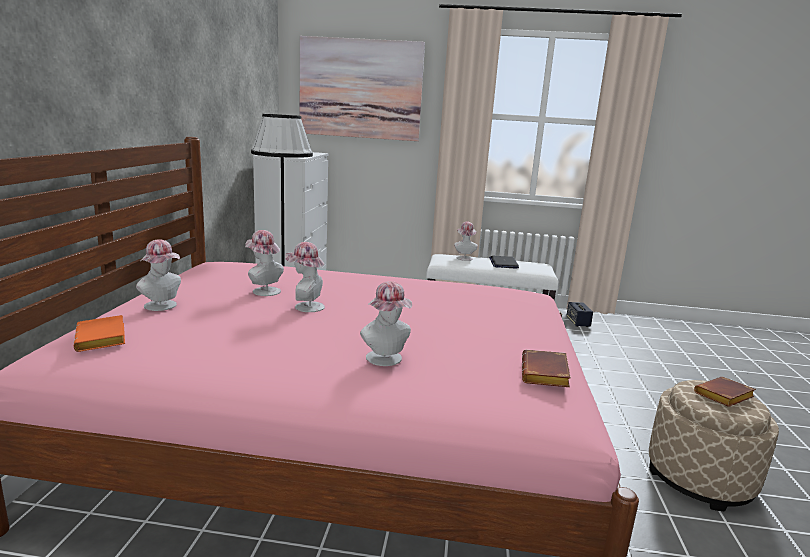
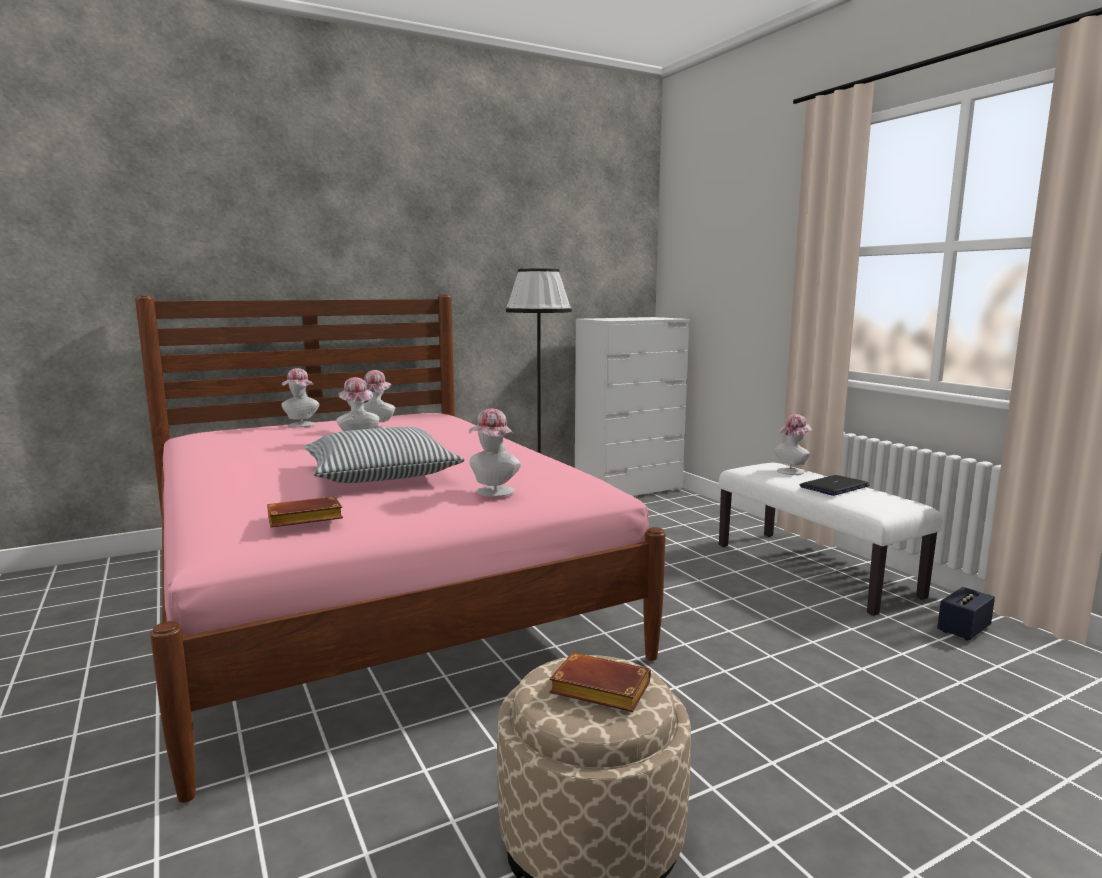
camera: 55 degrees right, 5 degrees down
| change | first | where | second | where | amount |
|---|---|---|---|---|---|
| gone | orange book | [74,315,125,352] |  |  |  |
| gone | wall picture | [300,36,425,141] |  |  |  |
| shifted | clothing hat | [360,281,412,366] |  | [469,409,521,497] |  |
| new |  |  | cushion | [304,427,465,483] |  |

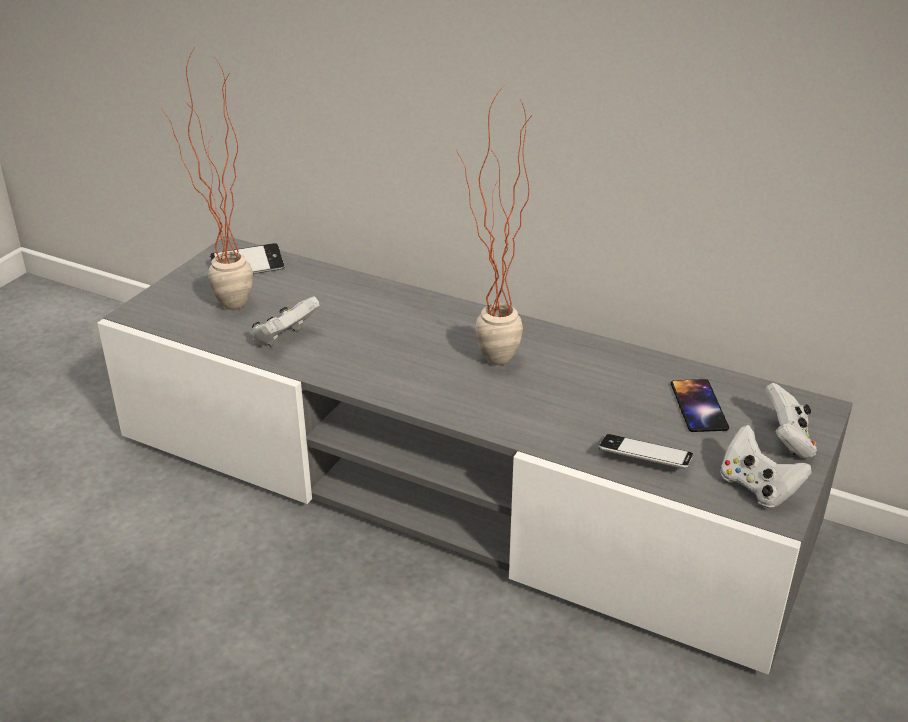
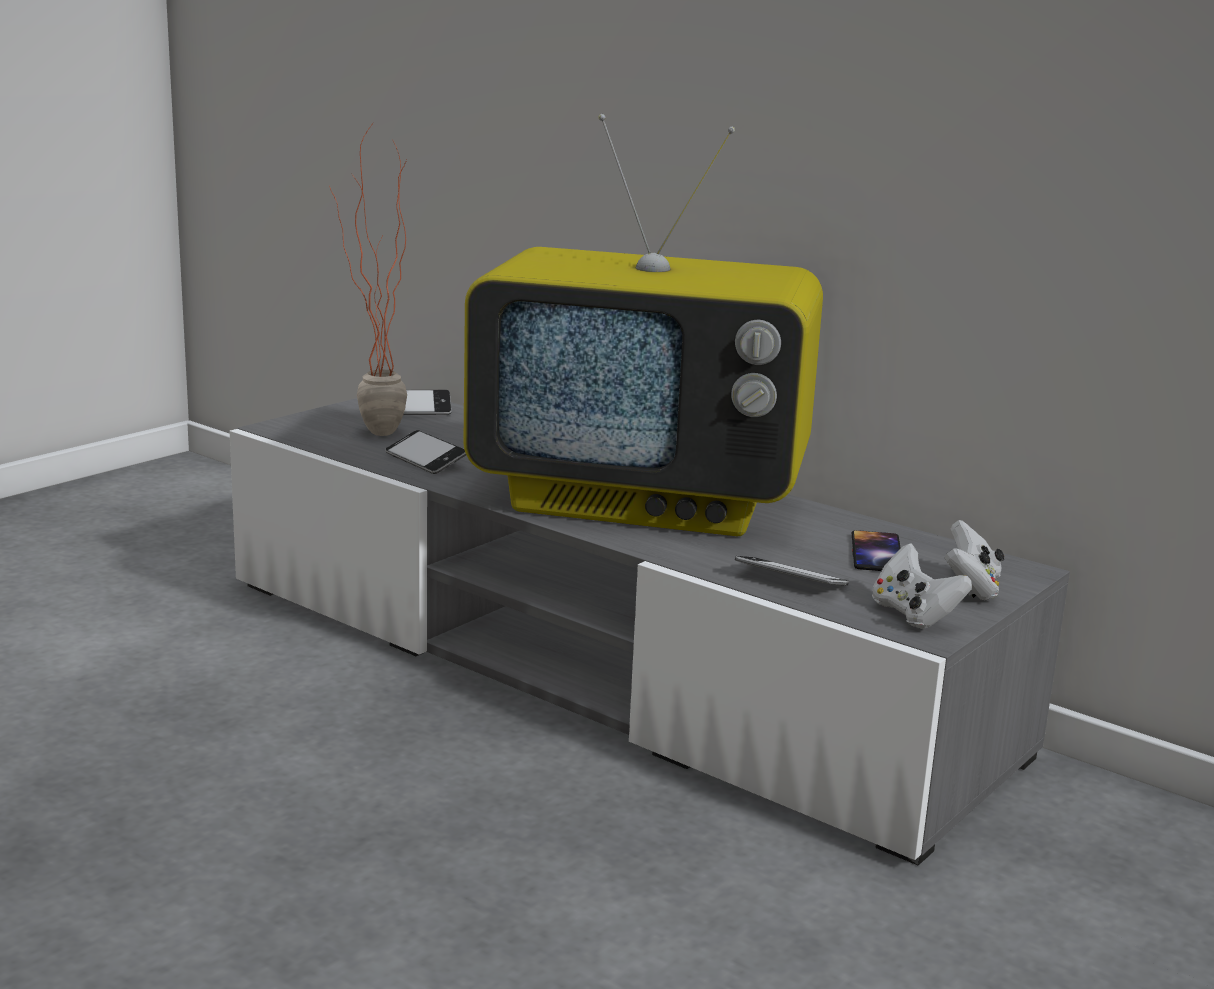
camera: 10 degrees right, 15 degrees down
| change | first | where | second | where | amount |
|---|---|---|---|---|---|
| swapped | white-coloured joypad | [252,296,320,346] | phone | [385,430,466,474] |  |
| swapped | potted plant | [457,86,531,365] | TV | [463,114,823,536] |  |

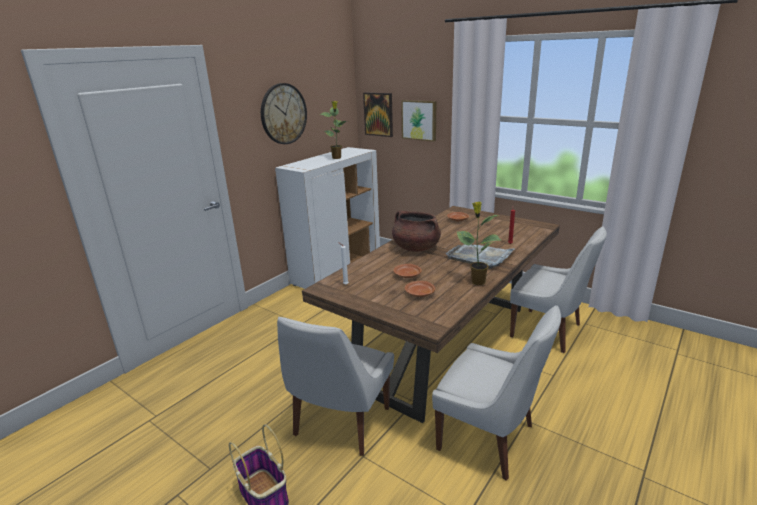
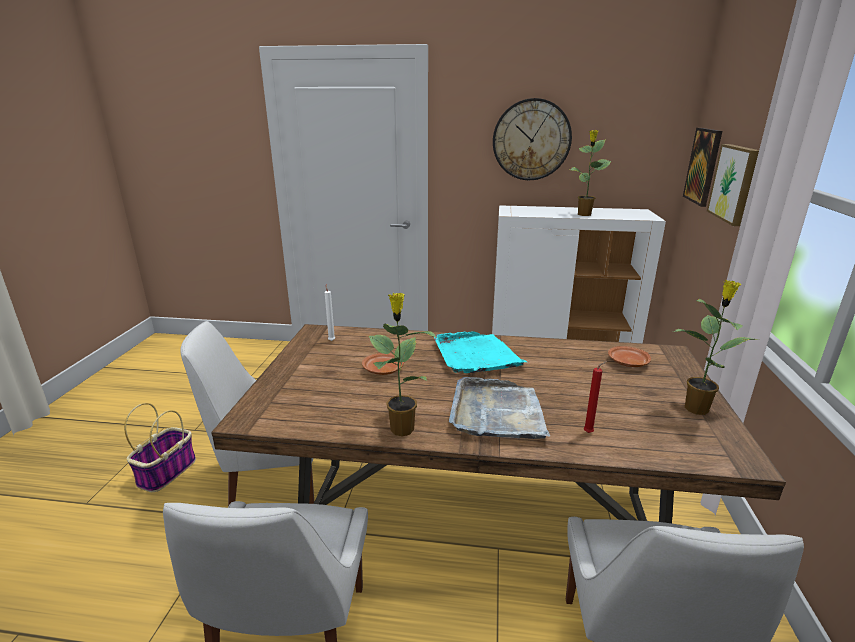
camera: 60 degrees right, 0 degrees up
| change | first | where | second | where | amount |
|---|---|---|---|---|---|
| swapped | brown-coloured stockpot | [392,211,441,252] | blue-green serving tray | [434,331,527,373] |  |
| gone | brown-coloured plate | [405,281,435,297] |  |  |  |
| new |  |  | potted plant | [673,280,760,415] |  |

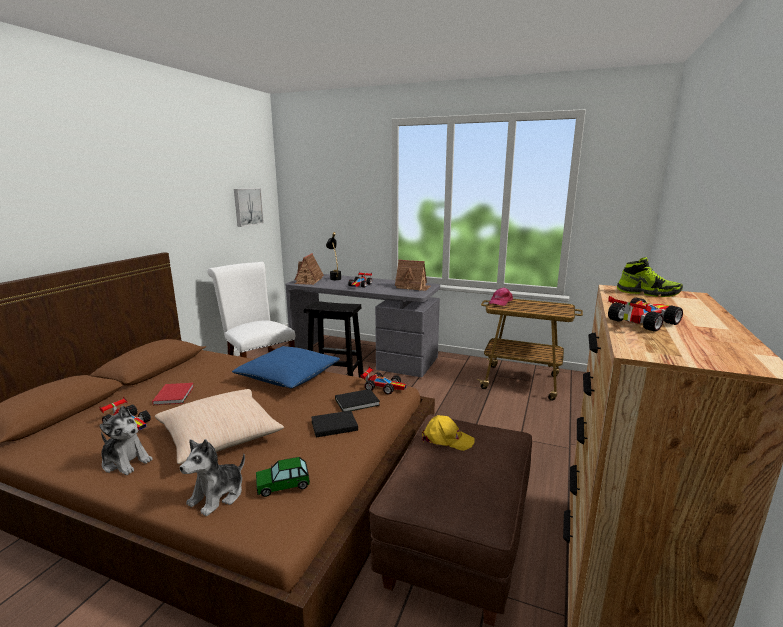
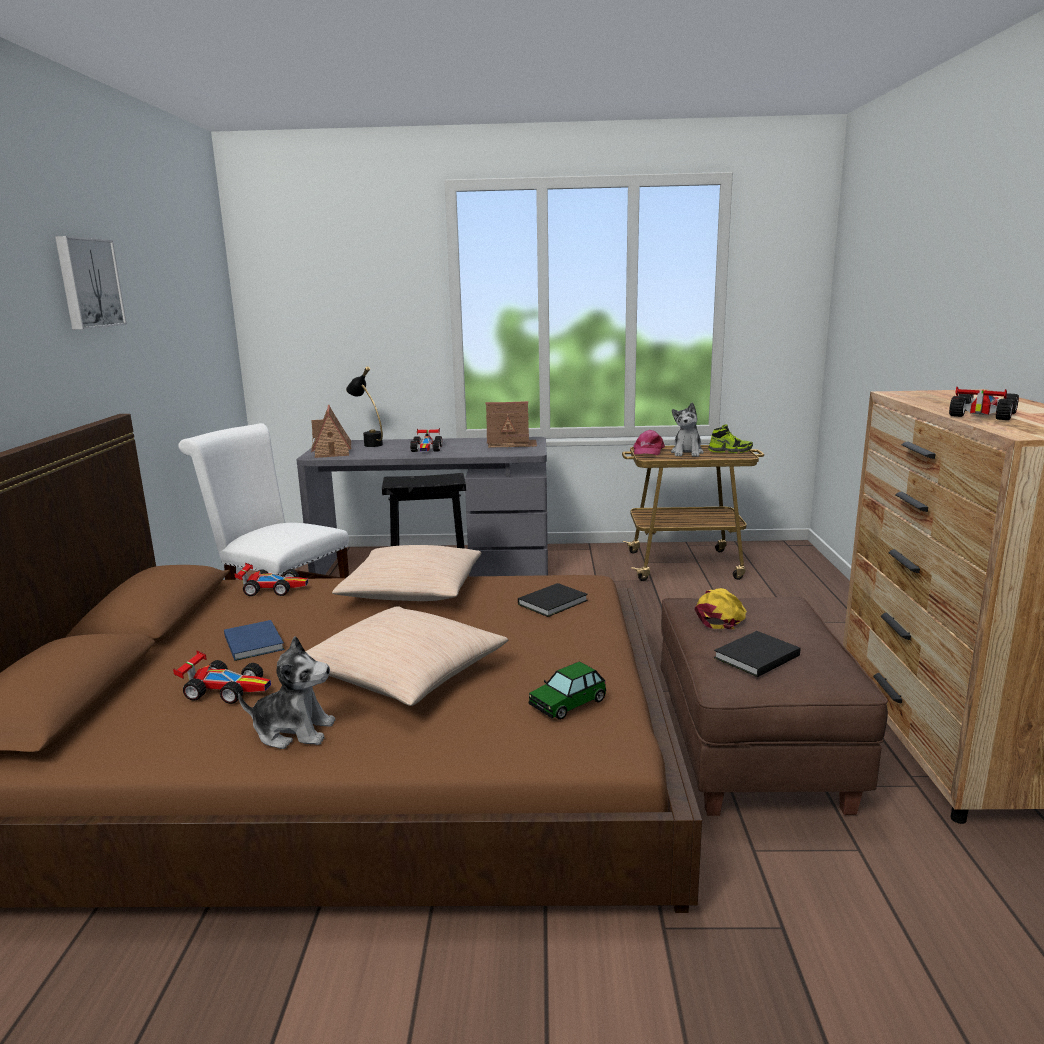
camera: 20 degrees left, 0 degrees up
| change | first | where | second | where | amount |
|---|---|---|---|---|---|
| repainted | reddish book | [152,383,194,405] | bluish book | [224,620,284,661] |  |
| shifted | cuddly toy | [180,439,245,516] |  | [671,403,704,457] |  |
| repainted | bluish cushion | [232,346,340,388] | beige cushion | [332,545,482,601] |  |
| shifted | wall picture | [234,188,264,227] |  | [55,236,127,330] |  |
| shifted | blackish book | [311,410,358,438] |  | [714,631,800,677] |  |
| shifted | miniature car | [361,367,406,394] |  | [234,563,308,596] |  |
| rotated | yellow cap | [422,415,474,451] |  | [694,588,747,629] | 60 degrees counterclockwise |
| shifted | item of footwear | [617,257,683,297] |  | [708,424,753,453] |  |

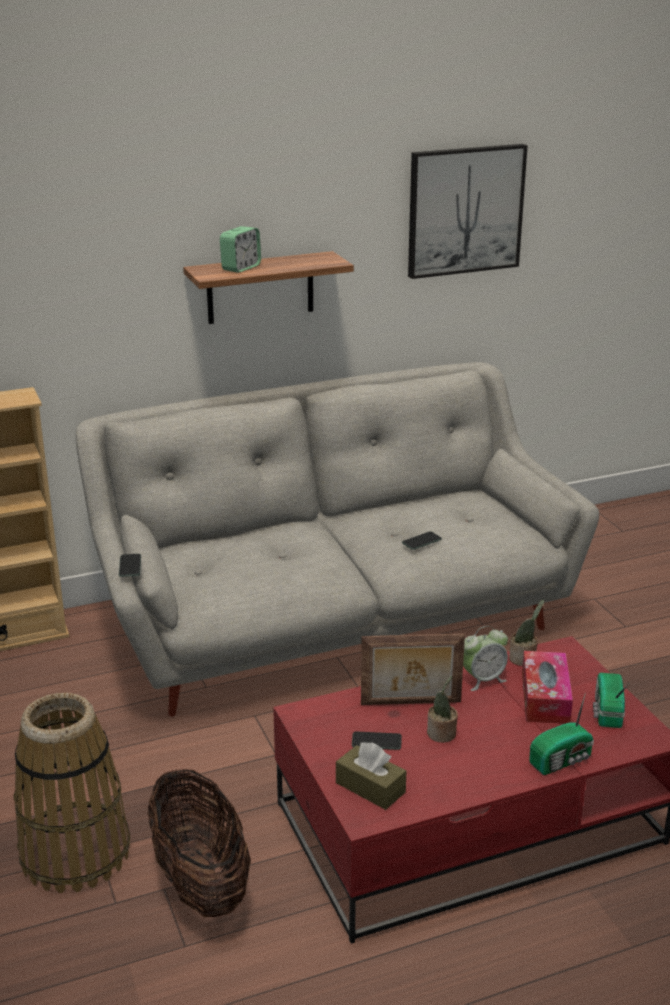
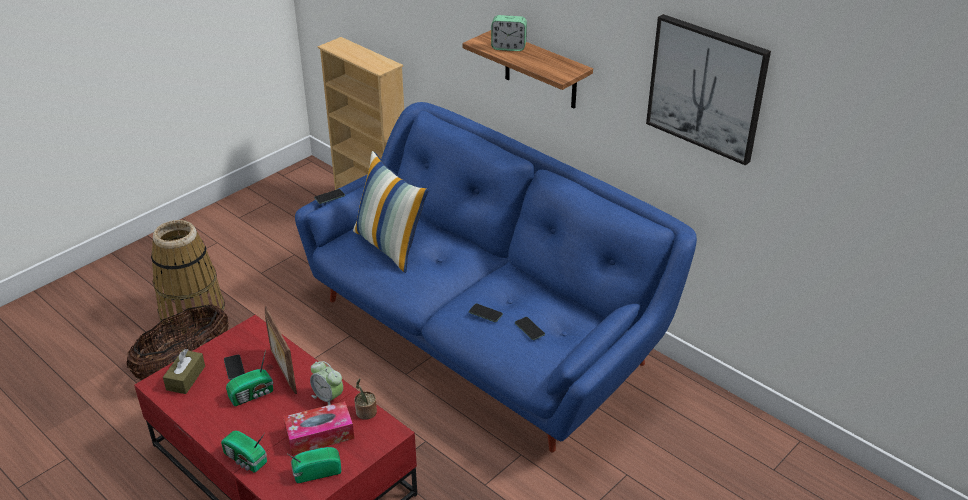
camera: 65 degrees right, 10 degrees up
| change | first | where | second | where | amount |
|---|---|---|---|---|---|
| repainted | greyish couch | [76,362,599,717] | bluish couch | [295,102,697,452] |  |
| swapped | potted plant | [427,676,458,743] | radio | [226,350,273,406] |  |
| new |  |  | cushion | [353,151,429,273] |  |
| new |  |  | phone | [515,317,545,340] |  |

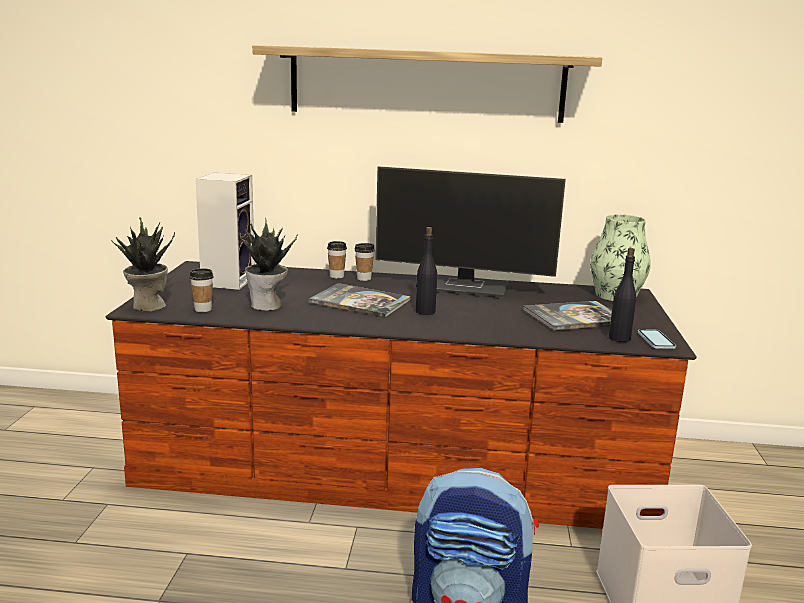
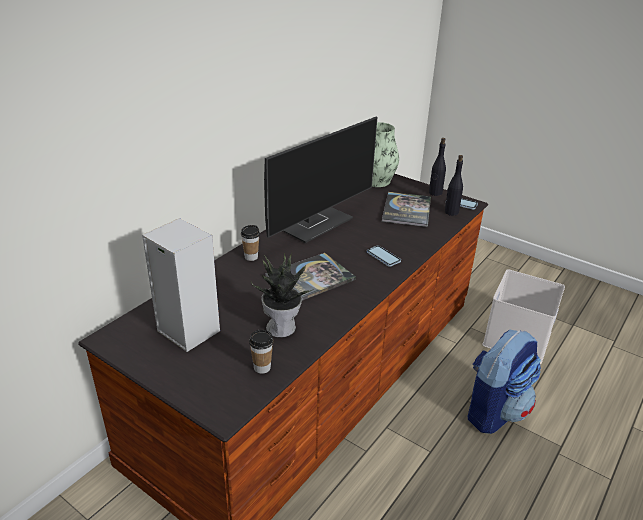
camera: 60 degrees left, 15 degrees up
| change | first | where | second | where | amount |
|---|---|---|---|---|---|
| gone | potted plant | [111,217,175,311] |  |  |  |
| gone | shelf | [252,45,602,123] |  |  |  |
| gone | cup | [327,241,347,279] |  |  |  |
| shifted | blackish bottle | [416,227,437,315] |  | [429,138,446,196] |  |
| new |  |  | phone | [367,245,401,267] |  |

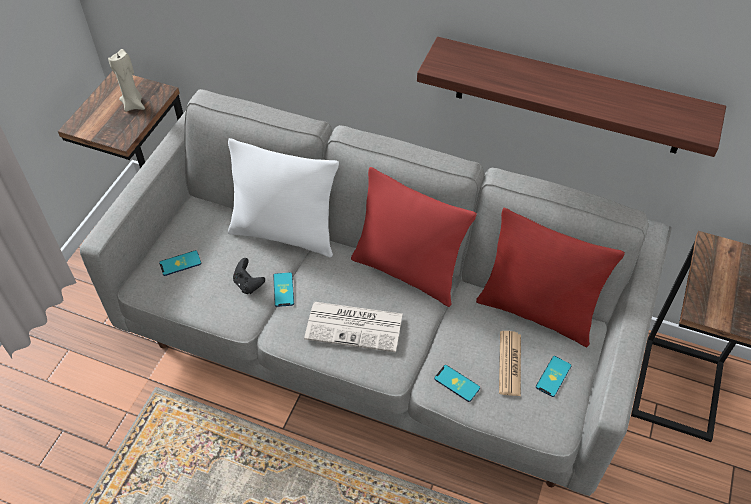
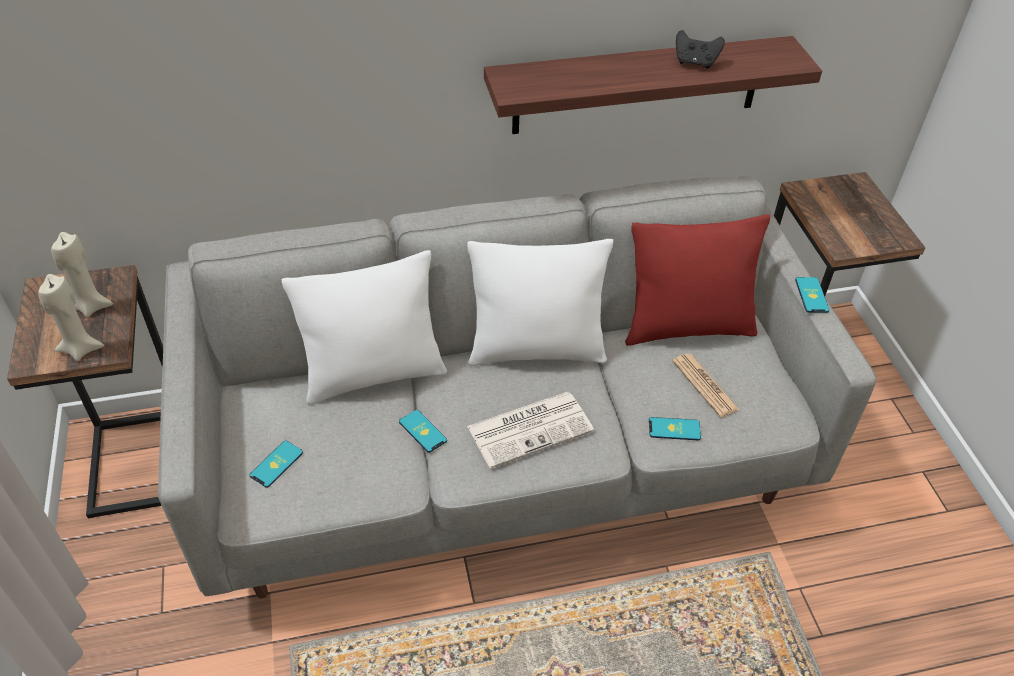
camera: 35 degrees left, 5 degrees down
| change | first | where | second | where | amount |
|---|---|---|---|---|---|
| shifted | blackish joypad | [233,258,265,294] |  | [676,30,725,69] |  |
| repainted | reddish cushion | [351,167,477,307] | white-coloured cushion | [467,239,613,366] |  |
| shifted | phone | [536,356,571,397] |  | [795,277,829,313] |  |
| new |  |  | beige wax candle | [38,274,104,361] |  |

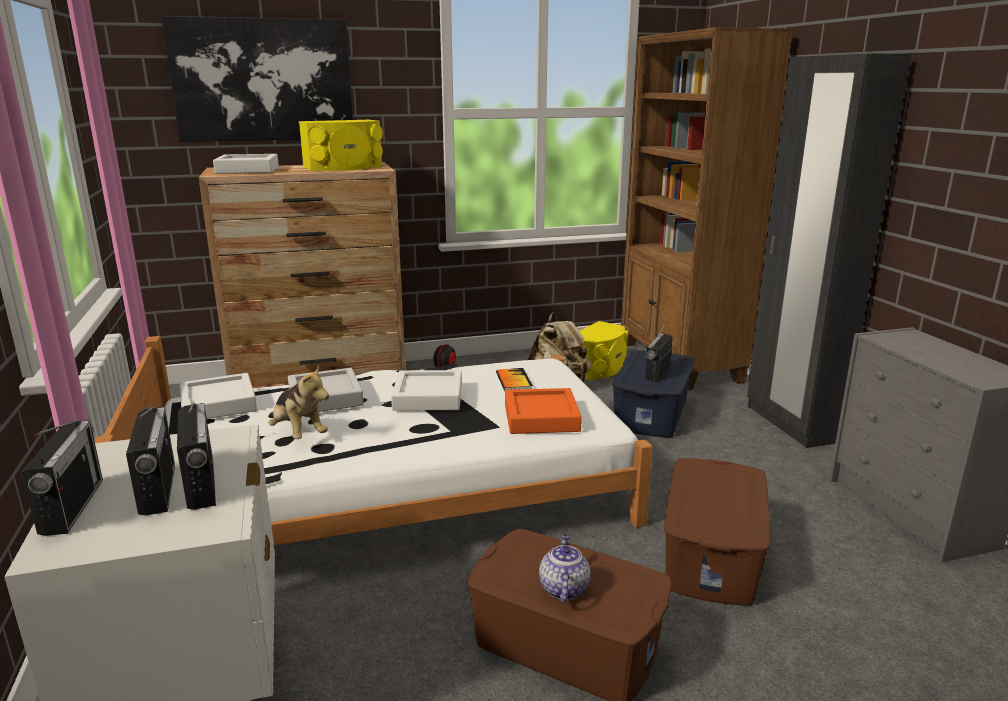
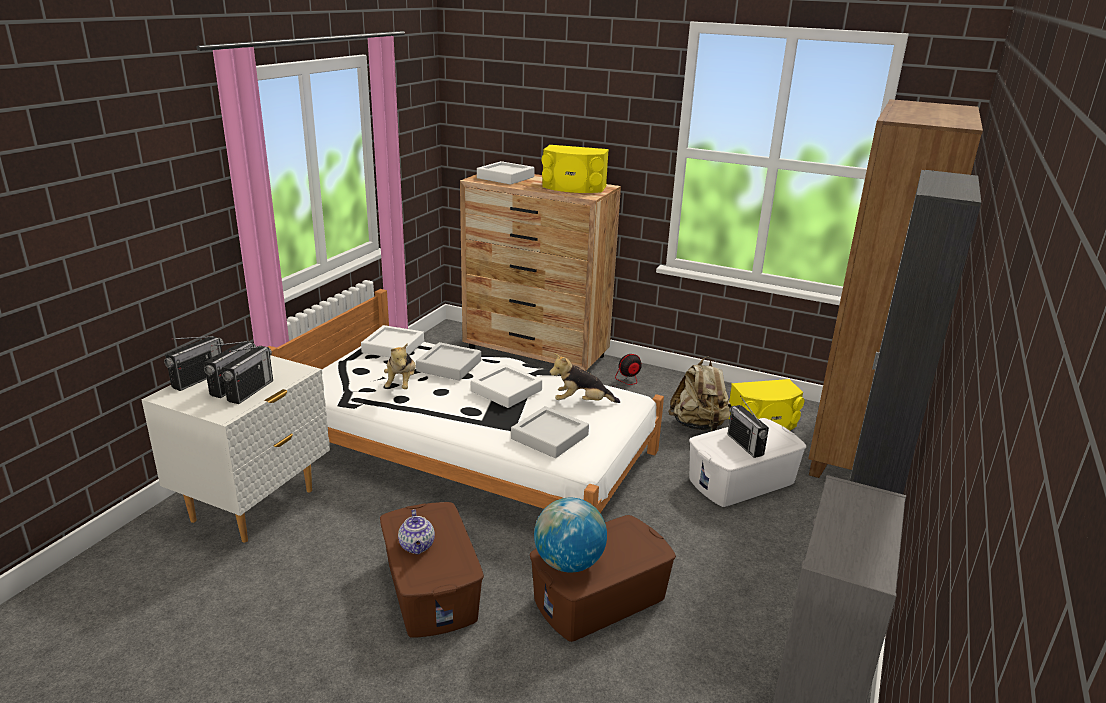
camera: 40 degrees right, 5 degrees up
| change | first | where | second | where | amount |
|---|---|---|---|---|---|
| gone | wall picture | [161,16,353,142] |  |  |  |
| swapped | book | [496,368,533,391] | cuddly toy | [549,353,620,403] |  |
| repainted | orange serving tray | [505,388,582,434] | greyish serving tray | [511,406,589,458] |  |
| rotated | pot for tea | [539,534,591,603] |  | [398,509,435,554] | 120 degrees clockwise |
| repainted | bluish storage box | [612,350,694,438] | white-coloured storage box | [689,418,807,507] |  |
| rotated | radio | [645,322,673,381] |  | [728,395,769,458] | 90 degrees counterclockwise |
| new |  |  | desk globe | [534,498,607,573] |  |

